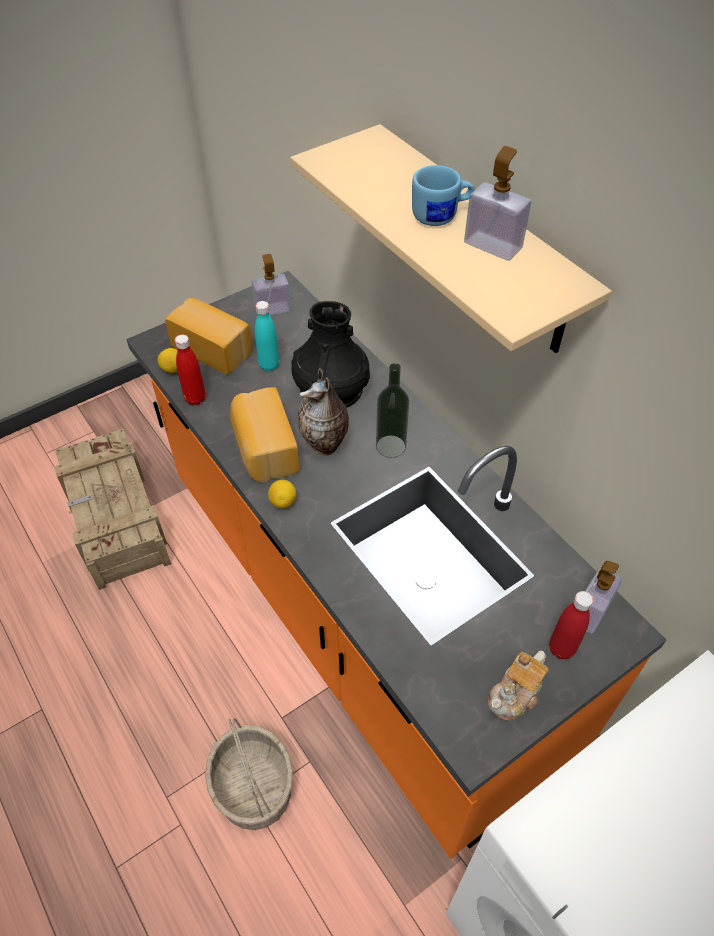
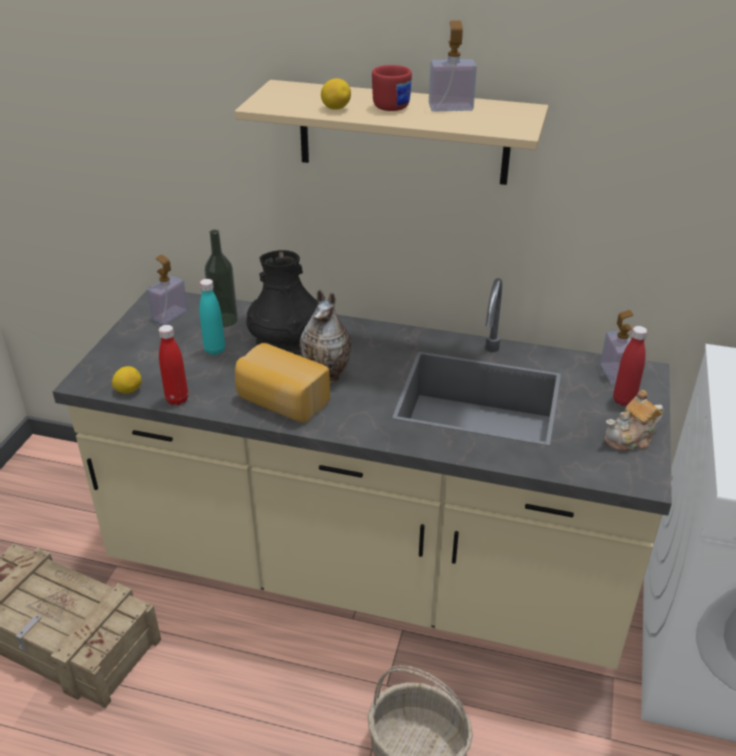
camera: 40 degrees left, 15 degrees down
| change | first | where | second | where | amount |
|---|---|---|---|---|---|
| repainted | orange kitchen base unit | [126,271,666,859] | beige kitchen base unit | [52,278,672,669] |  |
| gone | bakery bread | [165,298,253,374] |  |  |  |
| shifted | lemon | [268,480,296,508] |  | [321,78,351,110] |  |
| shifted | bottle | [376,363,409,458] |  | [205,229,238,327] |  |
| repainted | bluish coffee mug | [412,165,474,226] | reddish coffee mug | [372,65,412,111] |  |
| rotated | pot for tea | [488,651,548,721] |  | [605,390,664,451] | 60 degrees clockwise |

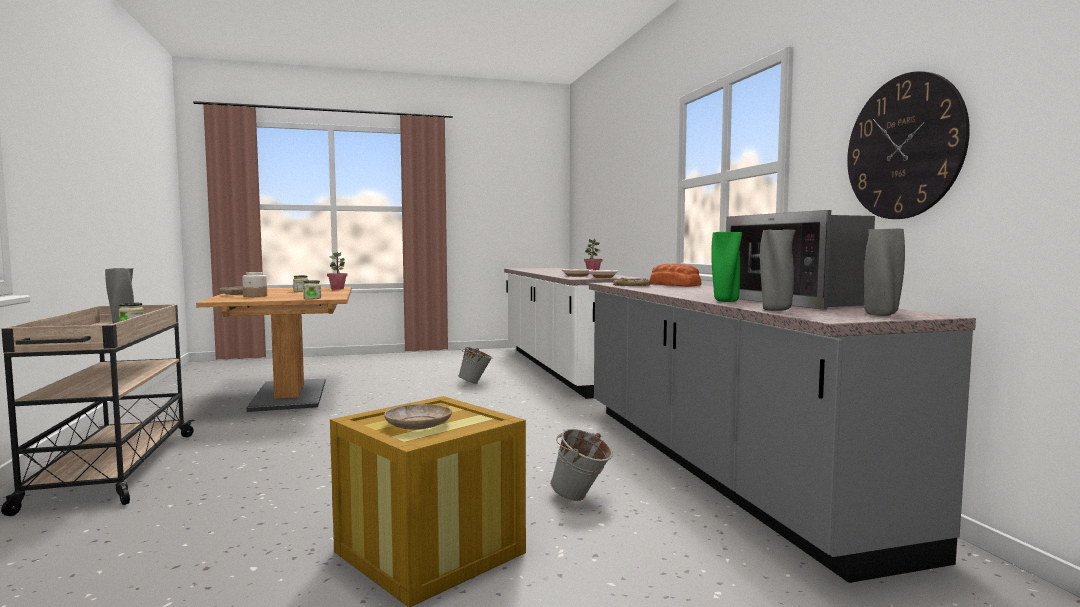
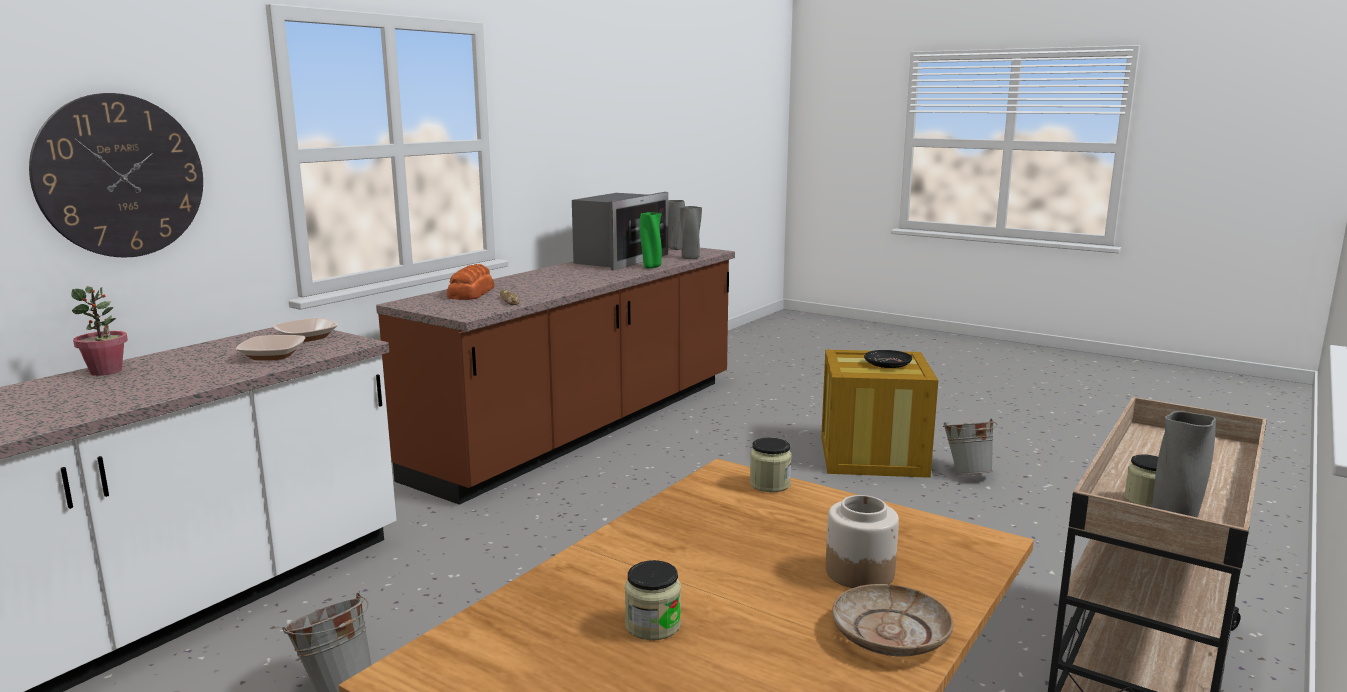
camera: 130 degrees left, 10 degrees up
| change | first | where | second | where | amount |
|---|---|---|---|---|---|
| gone | potted plant | [327,252,348,290] |  |  |  |
| repainted | beige plate | [384,404,452,430] | blackish plate | [864,350,912,368] |  |
| shifted | greyish pail | [550,429,613,501] |  | [943,419,998,474] |  |
| repainted | greyish kitchen base unit | [589,282,976,583] | brown-coloured kitchen base unit | [376,248,735,505] |  |
| shifted | clock on the wall | [847,71,970,219] |  | [29,93,203,258] |  |

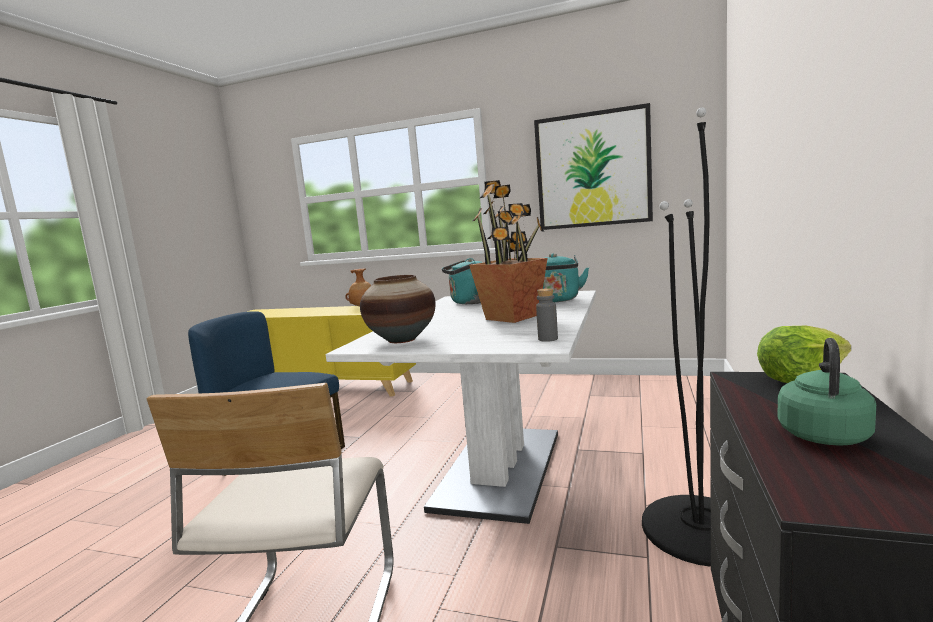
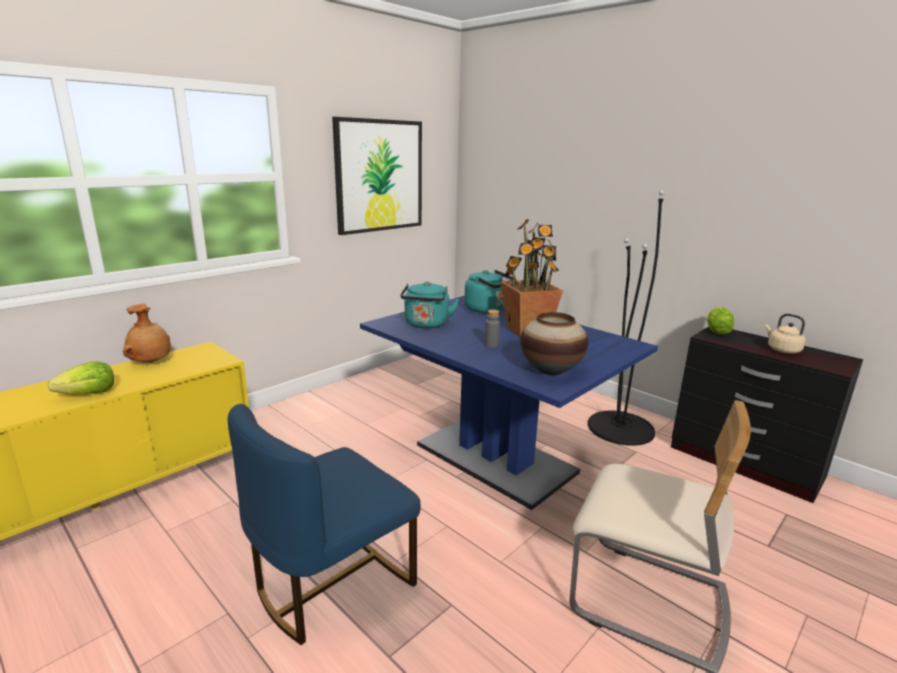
camera: 65 degrees left, 10 degrees up
| change | first | where | second | where | amount |
|---|---|---|---|---|---|
| repainted | white-coloured dinner table | [326,290,596,524] | bluish dinner table | [360,296,658,510] |  |
| shifted | greyish bottle | [536,288,558,342] |  | [485,309,500,348] |  |
| repainted | greenish water kettle | [777,338,876,446] | beige water kettle | [765,314,806,354] |  |
| new |  |  | lettuce head | [48,361,114,394] |  |

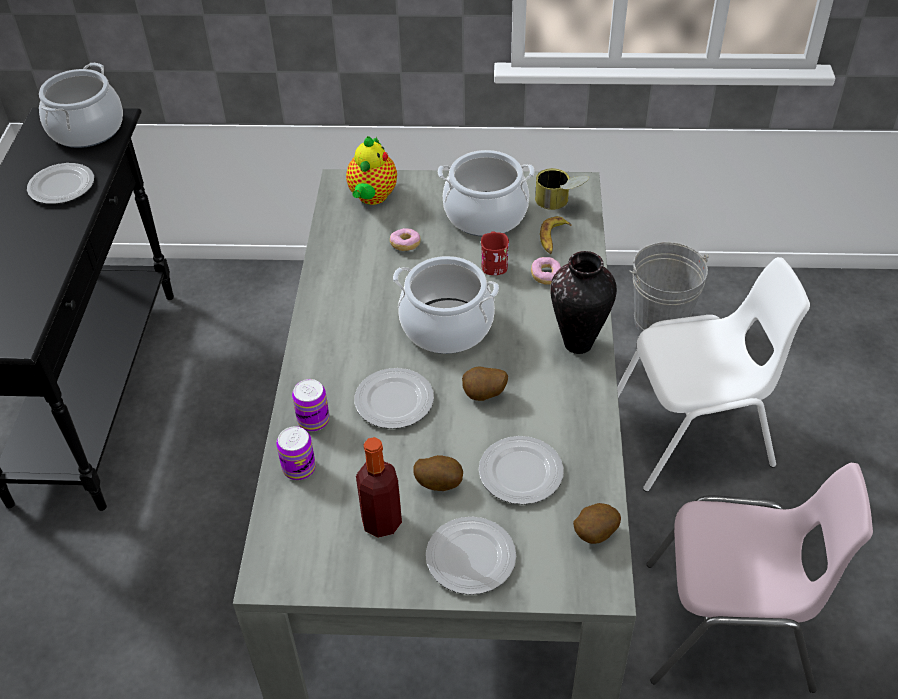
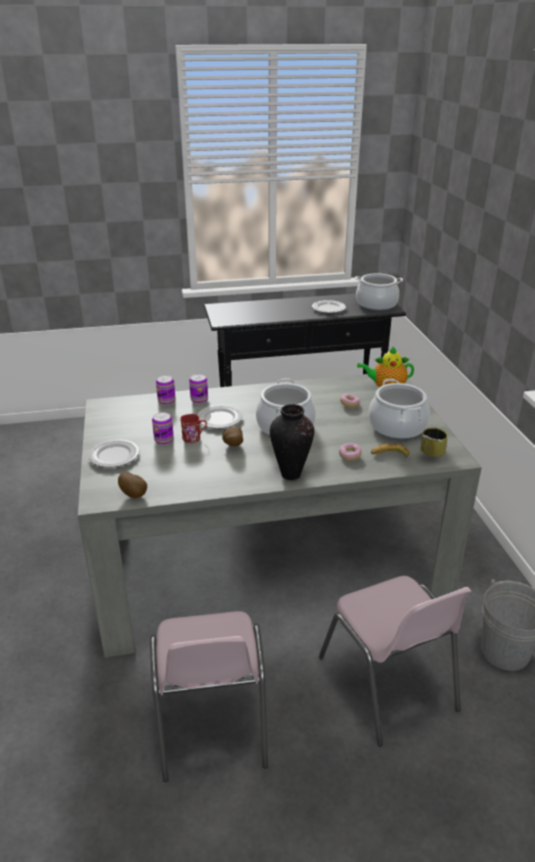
camera: 75 degrees right, 15 degrees down
| change | first | where | second | where | amount |
|---|---|---|---|---|---|
| gone | bottle | [356,437,402,538] |  |  |  |
| swapped | potato | [413,455,463,491] | metal can | [152,412,174,445] |  |
| gone | plate | [479,436,564,505] |  |  |  |
| shifted | reddish coffee mug | [481,231,509,275] |  | [180,414,207,443] |  |
| repainted | white-coloured upright chair | [617,257,810,492] | pink upright chair | [318,576,471,746] |  |

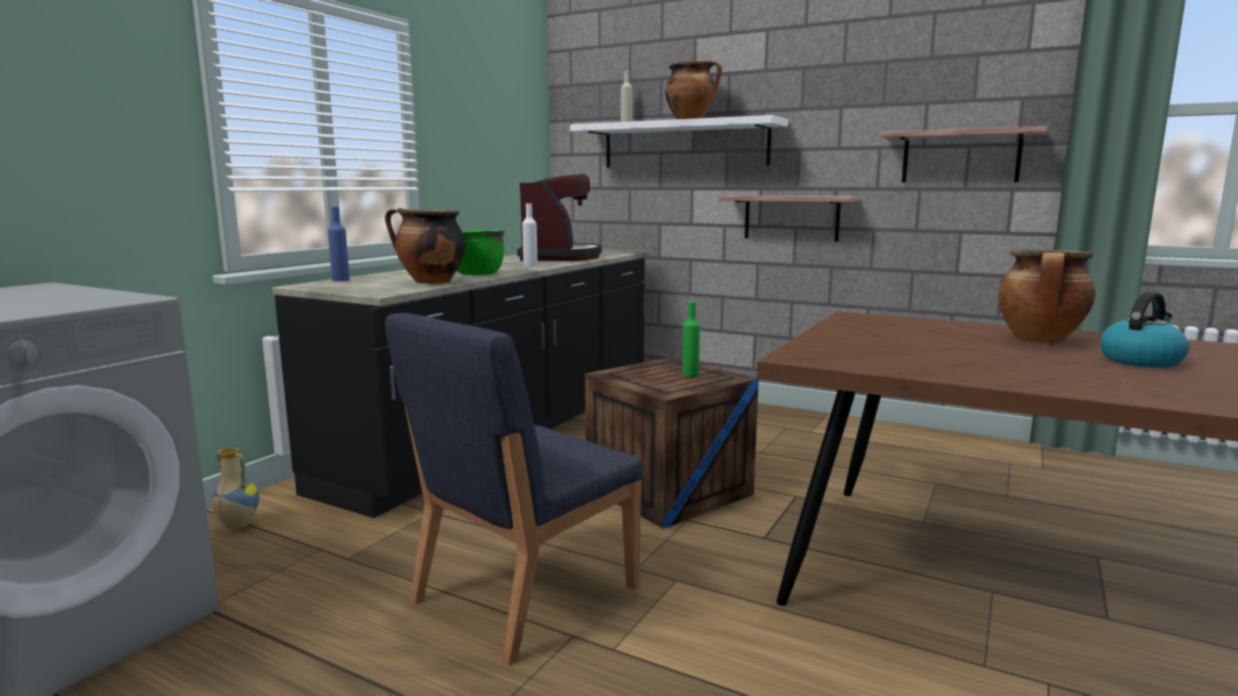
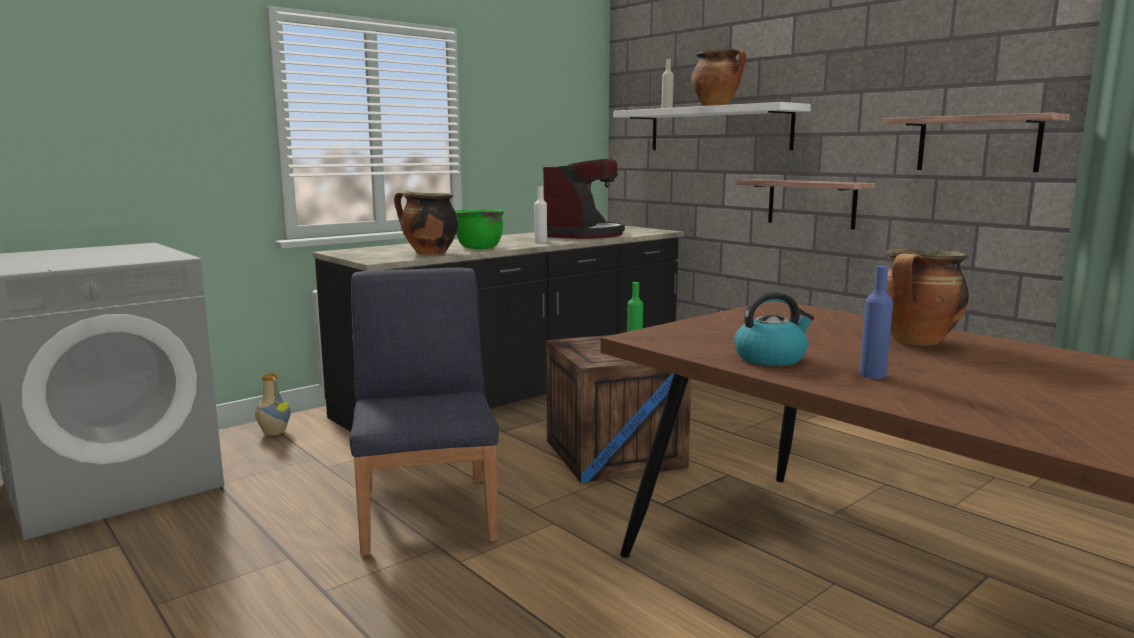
camera: 20 degrees right, 0 degrees up
| change | first | where | second | where | amount |
|---|---|---|---|---|---|
| shifted | bluish bottle | [328,207,350,281] |  | [859,266,893,379] |  |
| rotated | bluish upright chair | [385,313,643,665] |  | [349,268,499,556] | 105 degrees clockwise |
| shifted | water kettle | [1100,292,1189,368] |  | [734,291,814,366] |  |

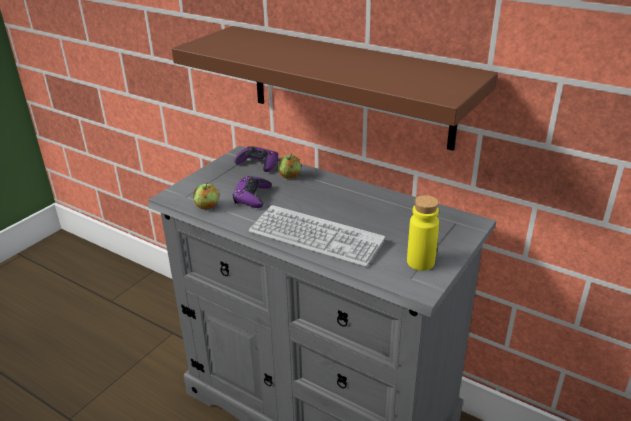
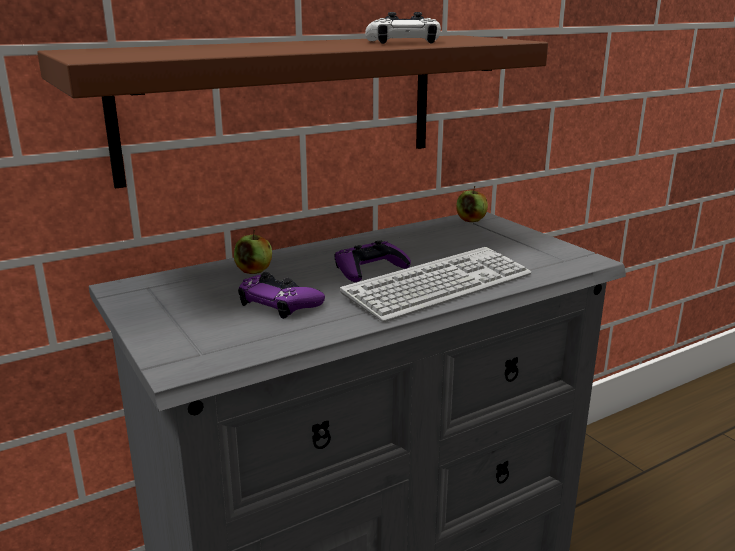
camera: 65 degrees left, 10 degrees down
| change | first | where | second | where | amount |
|---|---|---|---|---|---|
| shifted | whole apple | [193,183,219,209] |  | [456,186,488,222] |  |
| shifted | purplish joypad | [234,146,278,172] |  | [335,240,411,282] |  |
| gone | yellow bottle | [407,195,439,271] |  |  |  |
| new |  |  | white-coloured joypad | [365,12,441,44] |  |

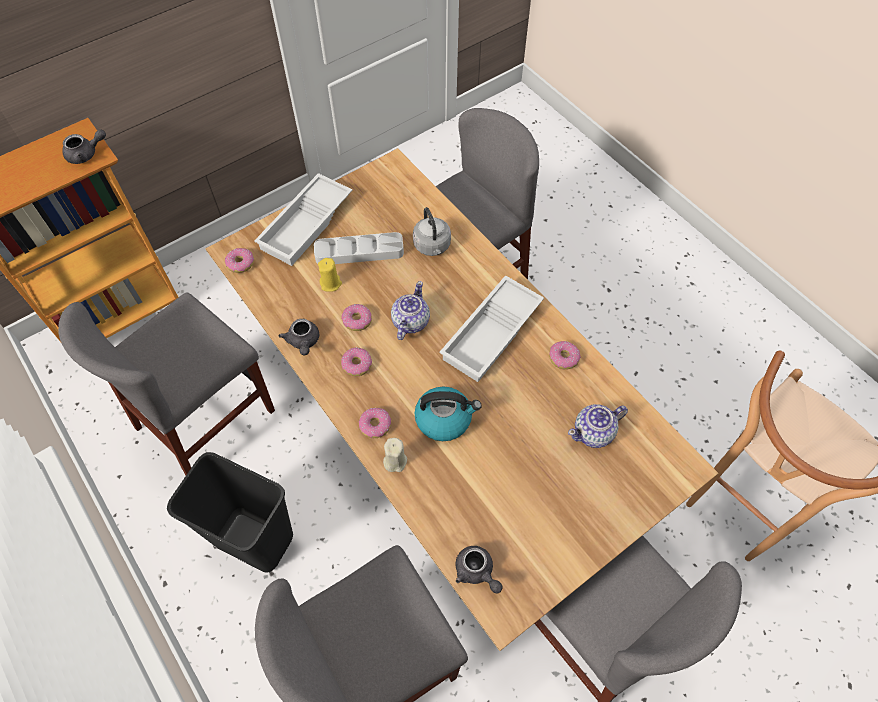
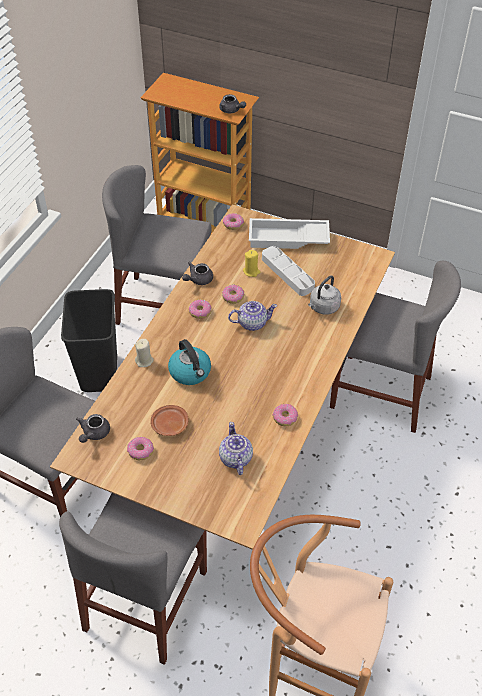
camera: 60 degrees right, 10 degrees down
| change | first | where | second | where | amount |
|---|---|---|---|---|---|
| shifted | donut | [359,408,391,438] |  | [127,437,154,460] |  |
| gone | white-coloured serving tray | [439,275,544,382] |  |  |  |
| rotated | pot for tea | [568,404,628,448] |  | [219,422,253,475] | 45 degrees clockwise |
| new |  |  | brown-coloured plate | [150,405,189,436] |  |

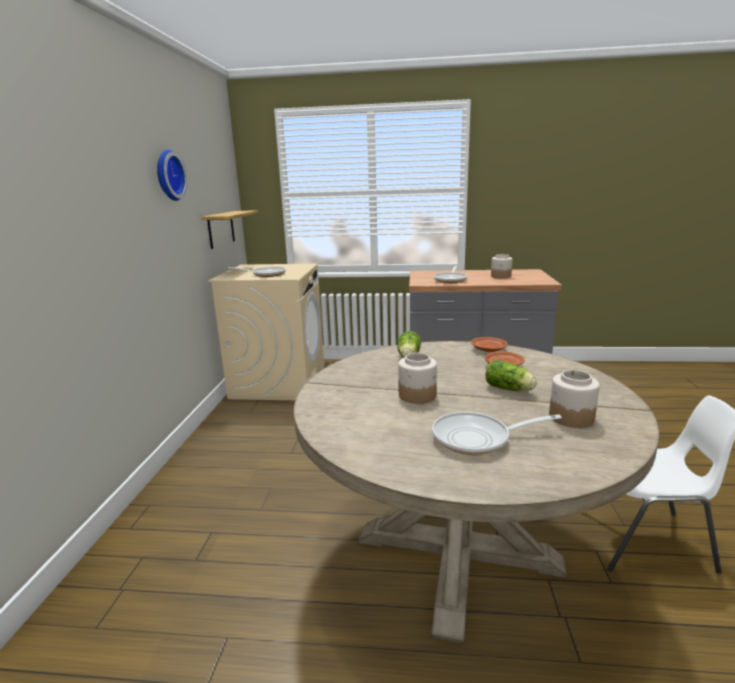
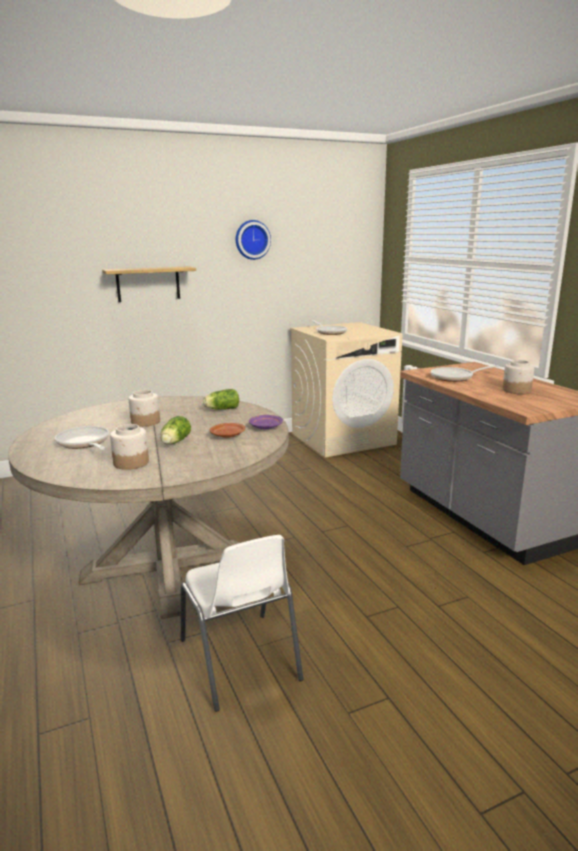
camera: 60 degrees right, 0 degrees up
| change | first | where | second | where | amount |
|---|---|---|---|---|---|
| shifted | shelf | [202,210,258,249] |  | [102,266,196,302] |  |
| repainted | brown-coloured plate | [471,337,508,352] | purplish plate | [249,415,283,429] |  |

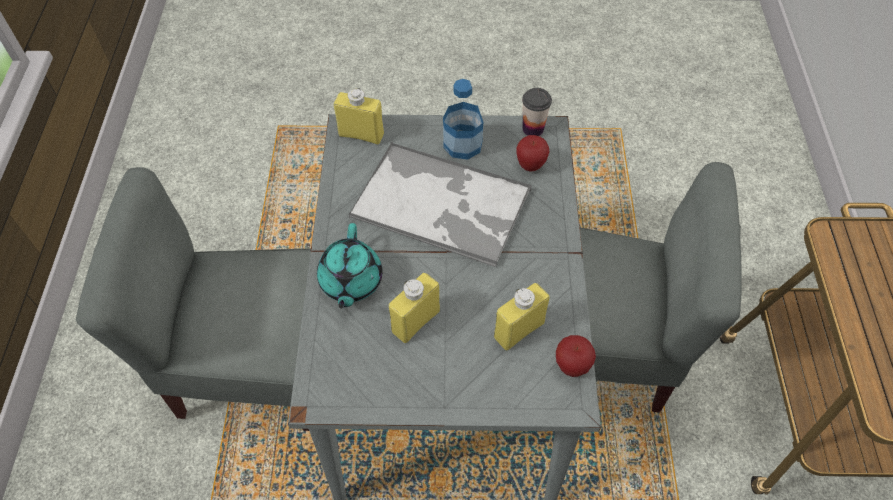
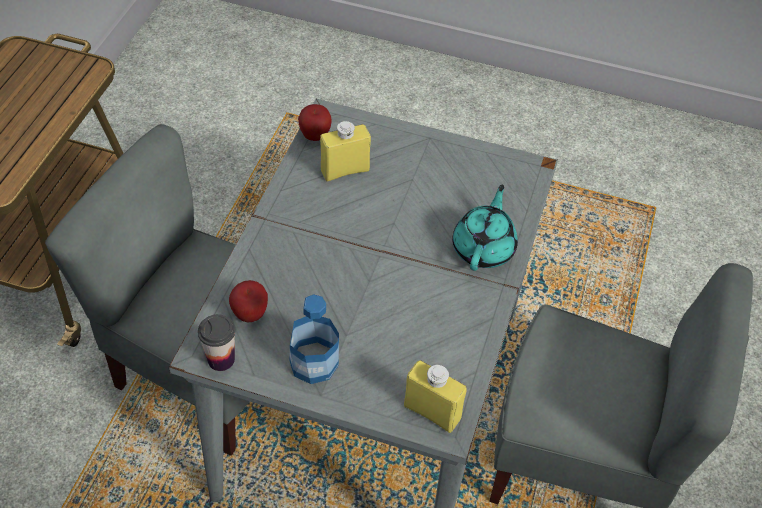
camera: 165 degrees left, 5 degrees down
| change | first | where | second | where | amount |
|---|---|---|---|---|---|
| gone | serving tray | [348,142,532,267] |  |  |  |
| gone | yellow bottle | [389,273,440,343] |  |  |  |

